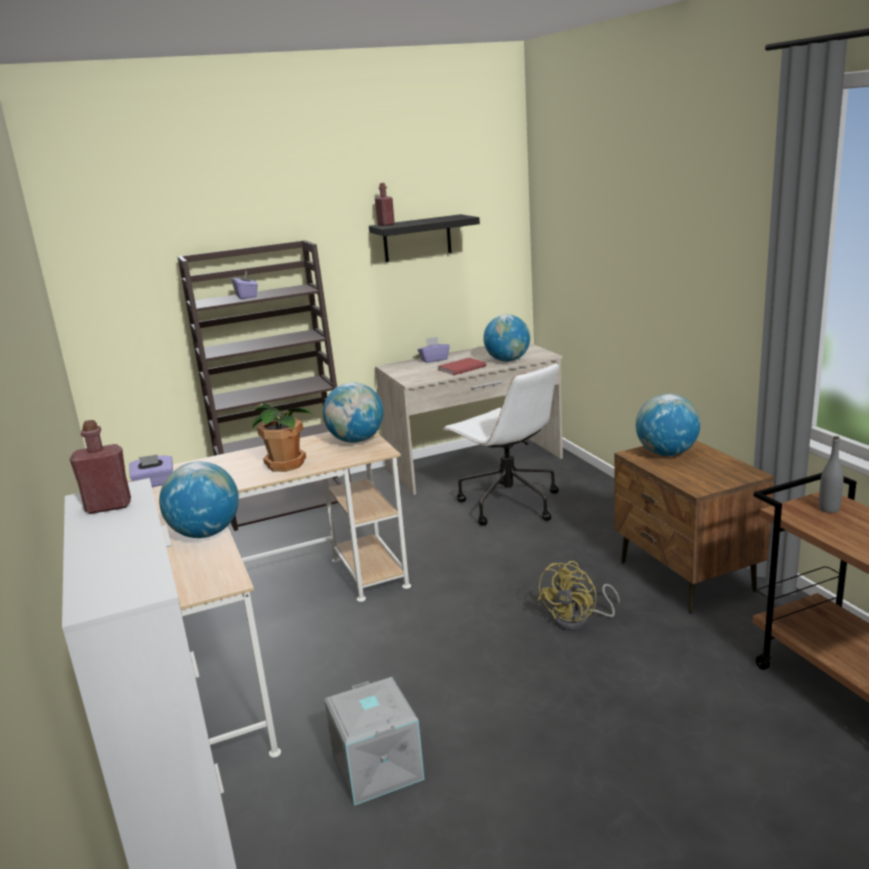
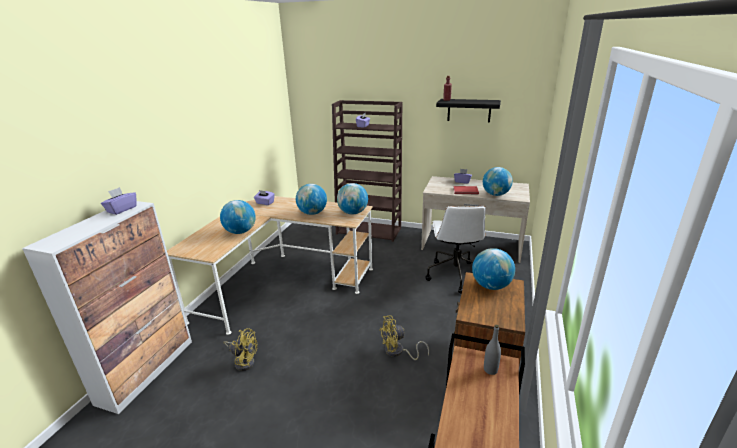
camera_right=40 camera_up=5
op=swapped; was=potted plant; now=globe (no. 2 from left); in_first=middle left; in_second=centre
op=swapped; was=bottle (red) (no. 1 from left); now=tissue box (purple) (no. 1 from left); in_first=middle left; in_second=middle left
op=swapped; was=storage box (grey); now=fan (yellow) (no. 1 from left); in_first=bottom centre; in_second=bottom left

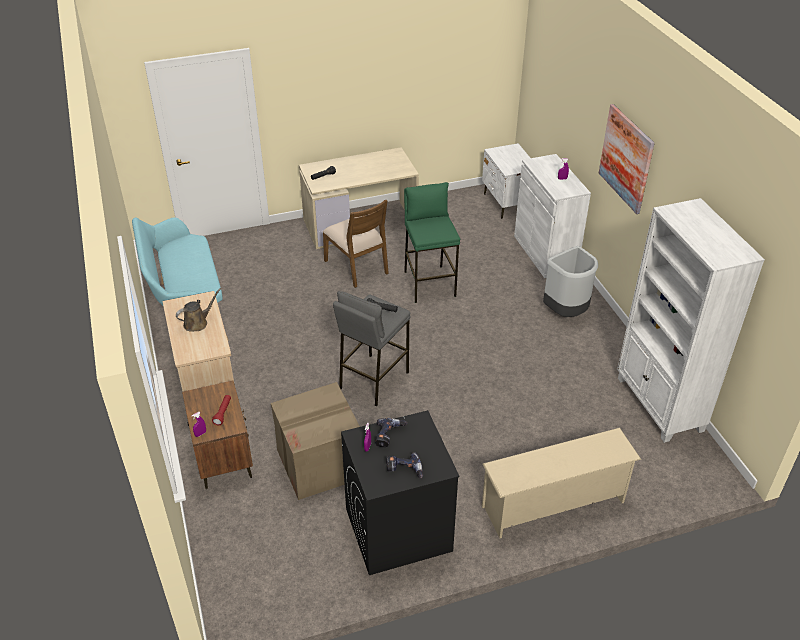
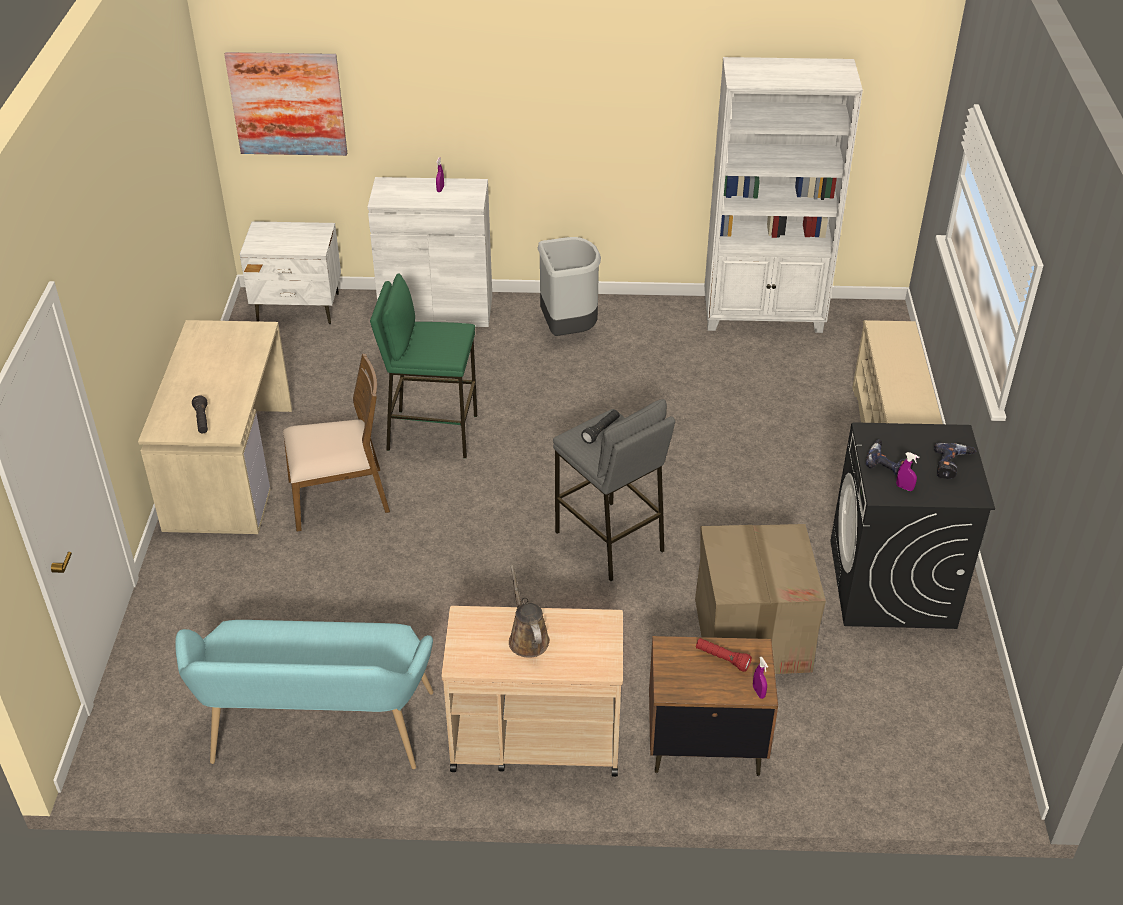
camera_right=-70 camera_up=0
op=shifted; was=picture; in_first=top right; in_second=top left

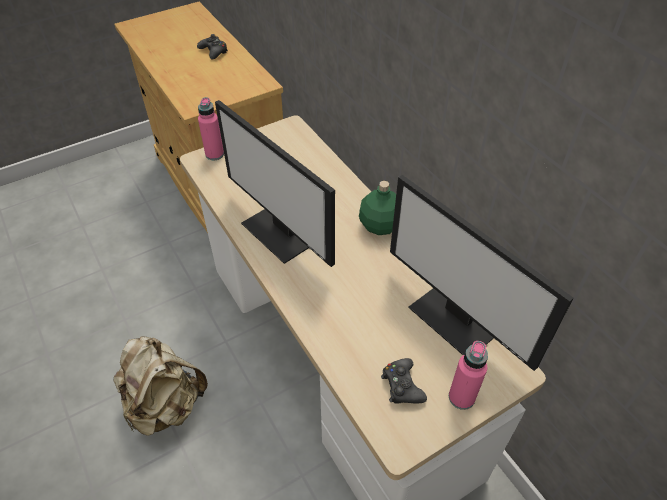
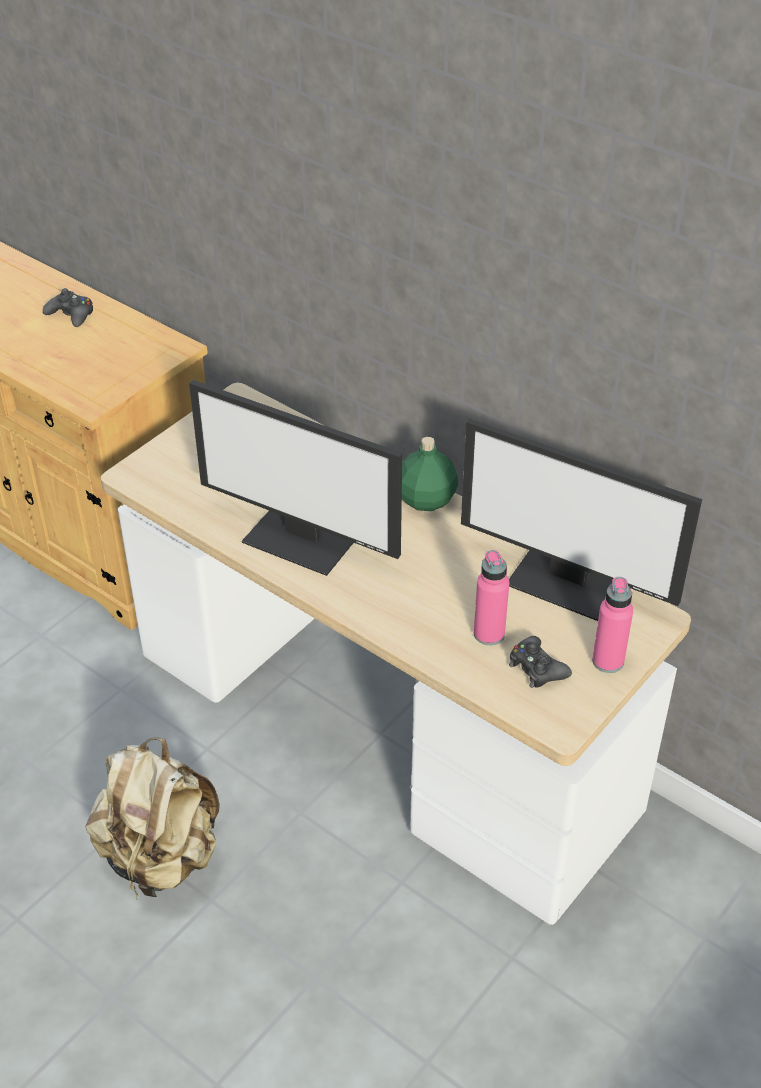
camera_right=-20 camera_up=-5
op=shifted; was=bottle (pink) (no. 1 from left); in_first=top left; in_second=centre

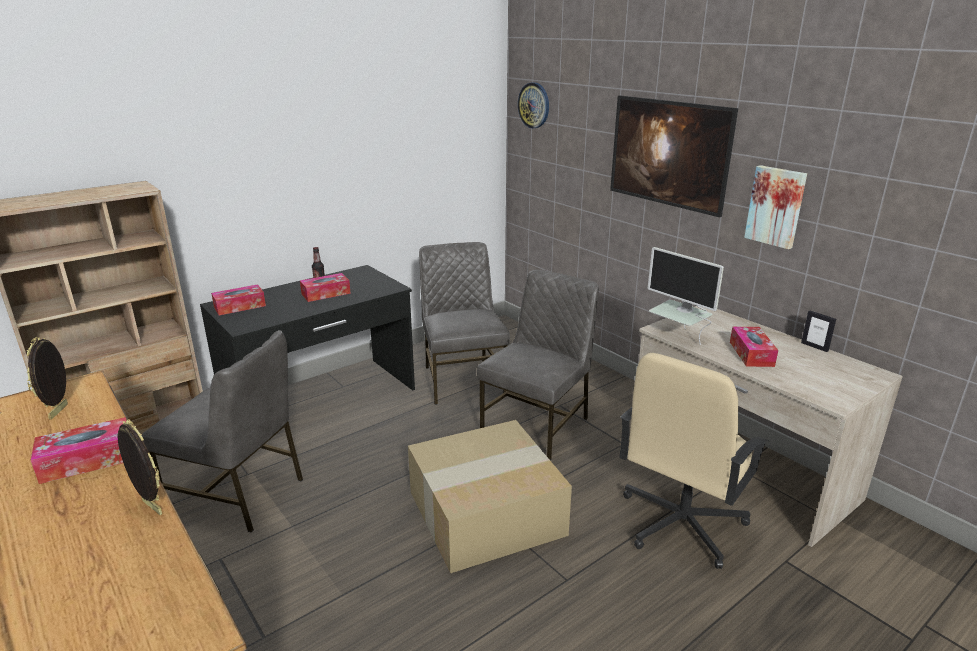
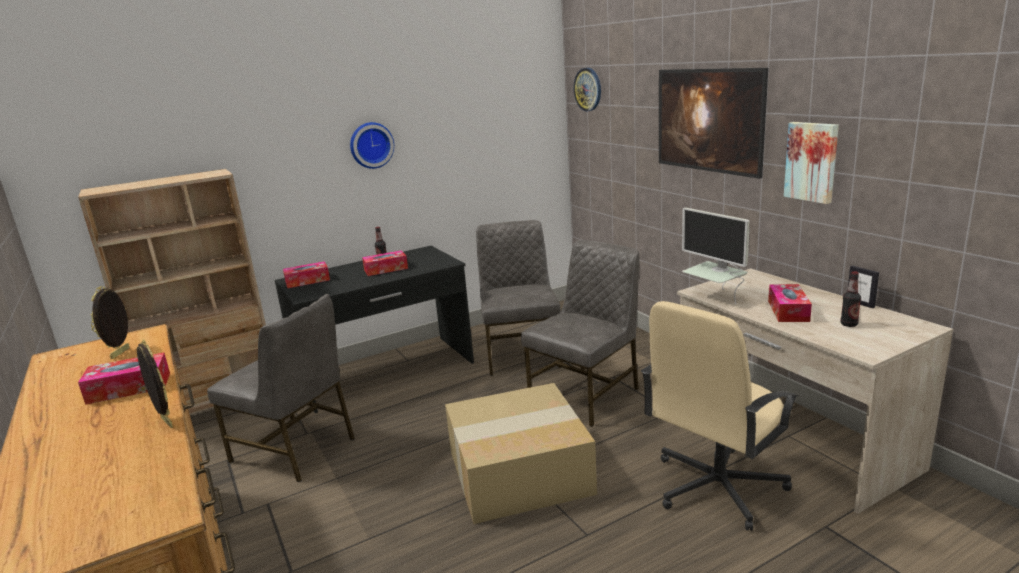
camera_right=10 camera_up=-5
op=new; now=wall clock (no. 1 from left); in_second=top centre
op=new; now=bottle (no. 2 from left); in_second=middle right

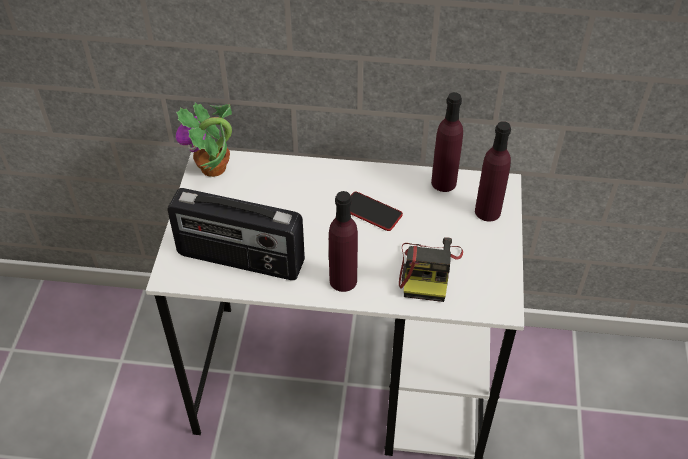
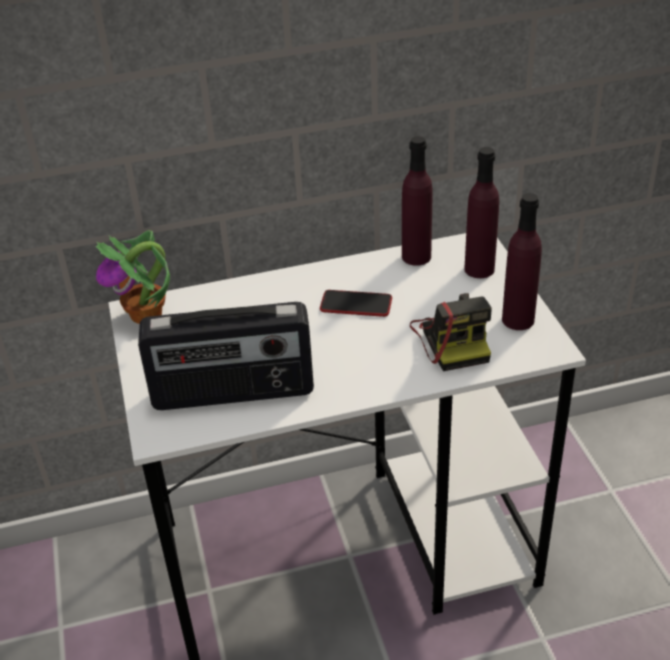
camera_right=-20 camera_up=-10
op=shifted; was=bottle (purple) (no. 1 from left in the first image); now=bottle (purple) (no. 3 from left); in_first=centre; in_second=middle right

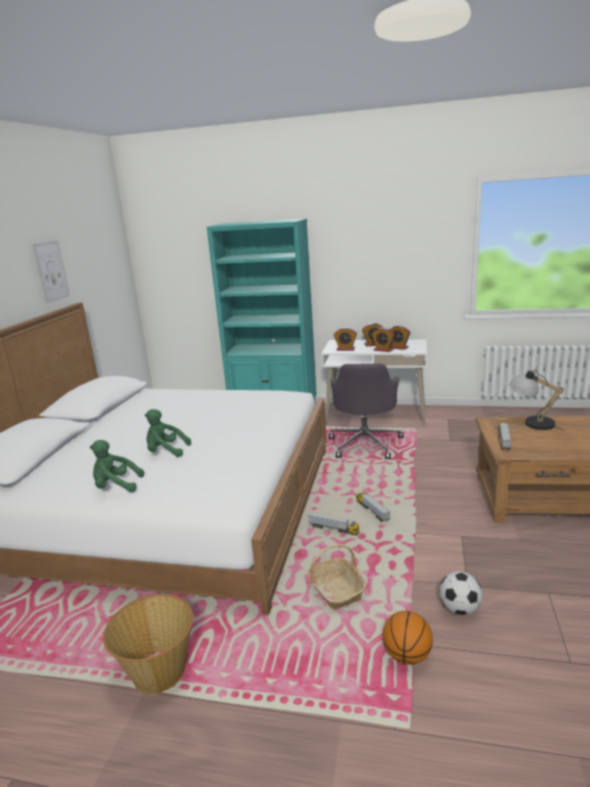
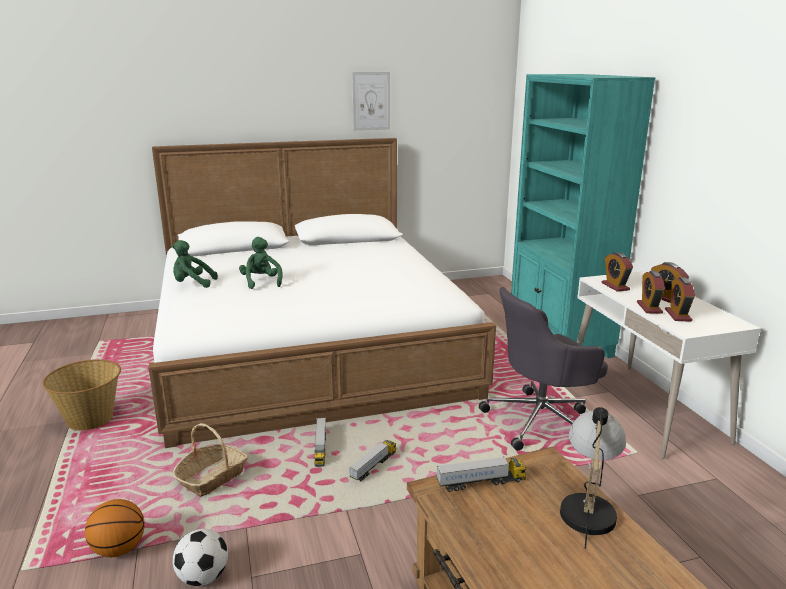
camera_right=60 camera_up=0
op=rotated; was=plush toy (green) (no. 1 from left); in_first=middle left; in_second=middle left; clockwise=-60

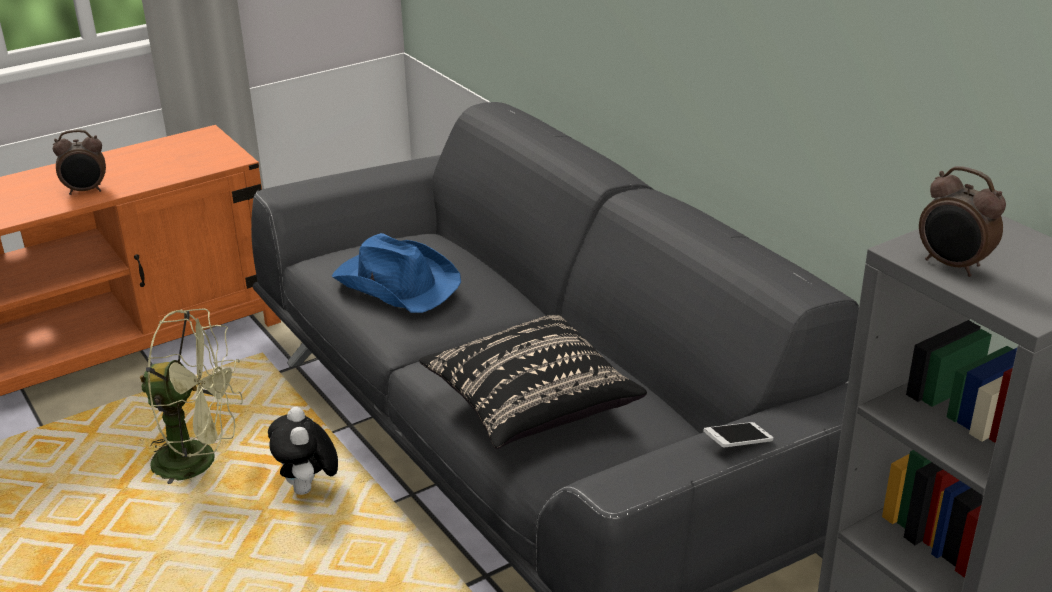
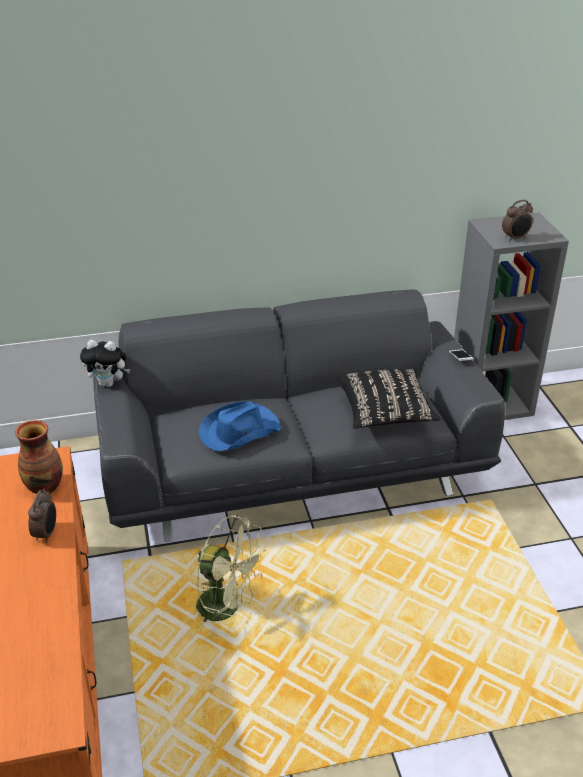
camera_right=-70 camera_up=5
op=rotated; was=fan (green); in_first=bottom left; in_second=bottom centre; clockwise=90
op=shifted; was=plush toy; in_first=bottom left; in_second=middle left
op=new; now=vase; in_second=middle left

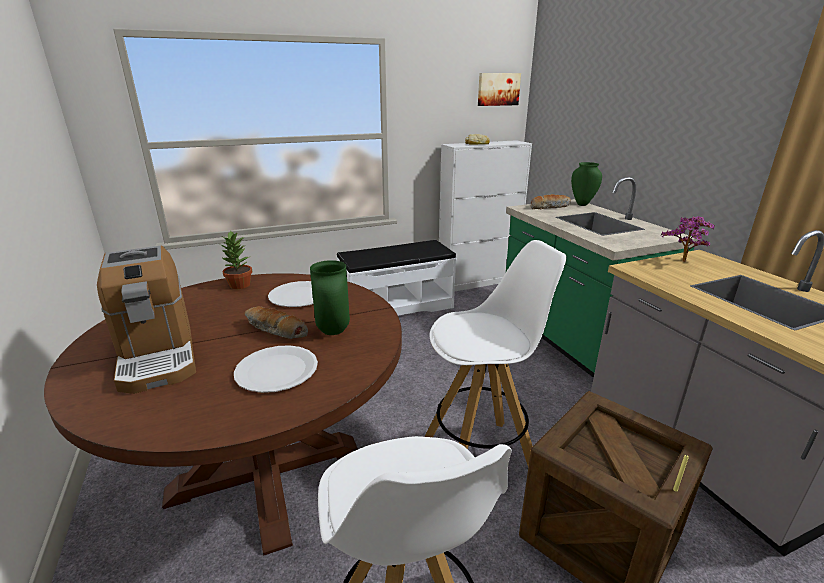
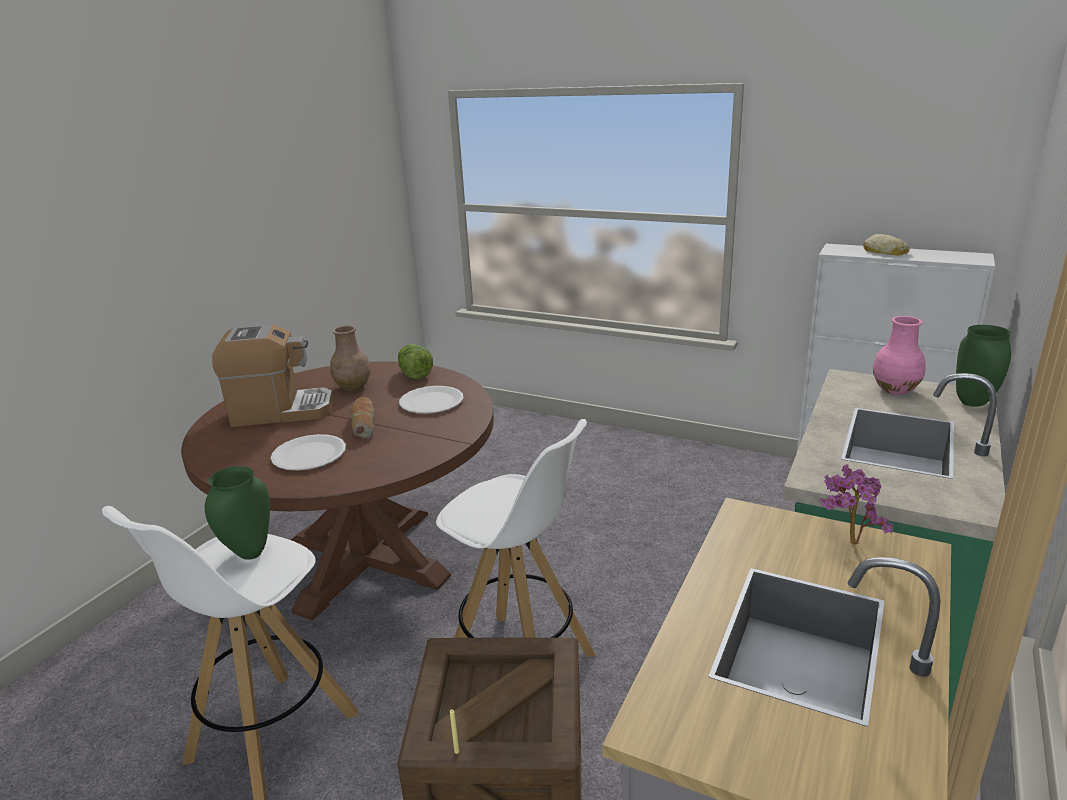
camera_right=50 camera_up=0
op=gone; was=picture; in_first=top centre
op=swapped; was=bread (no. 3 from left); now=vase (pink); in_first=middle right; in_second=middle right
op=swapped; was=potted plant (no. 1 from left); now=lettuce; in_first=middle left; in_second=centre
op=gone; was=bench (white); in_first=centre
op=rotated; was=coffee machine; in_first=middle left; in_second=middle left; clockwise=-120
op=shifted; was=vase (green) (no. 1 from left); in_first=centre; in_second=middle left
op=new; now=vase (brown); in_second=middle left

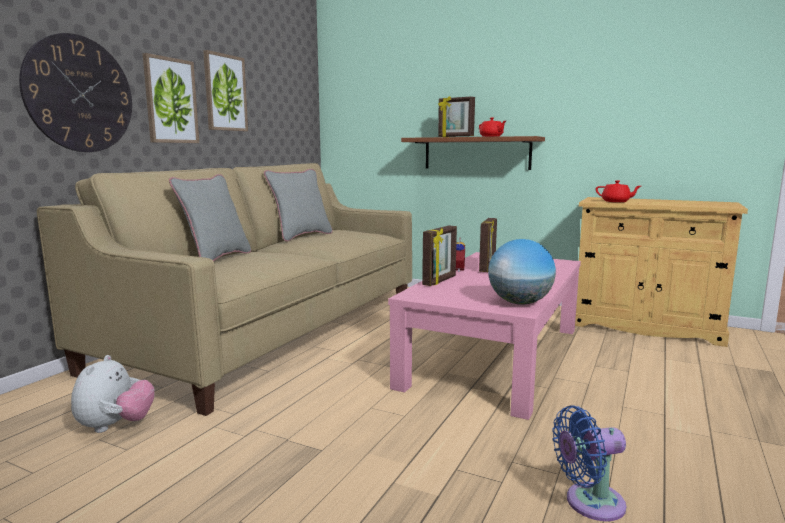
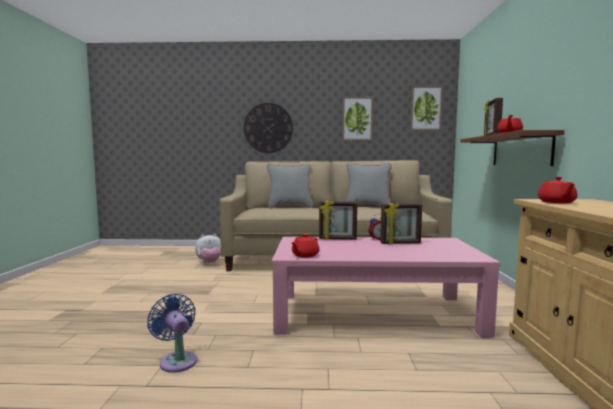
camera_right=65 camera_up=-5
op=shifted; was=picture (no. 1 from left in the first image); now=picture (no. 2 from left); in_first=top left; in_second=top right
op=swapped; was=globe; now=teapot (red) (no. 1 from left); in_first=centre; in_second=centre

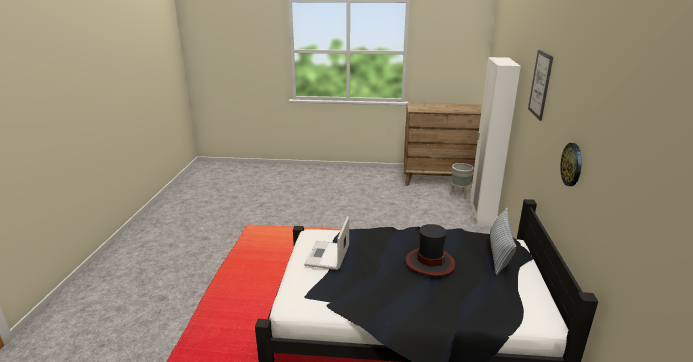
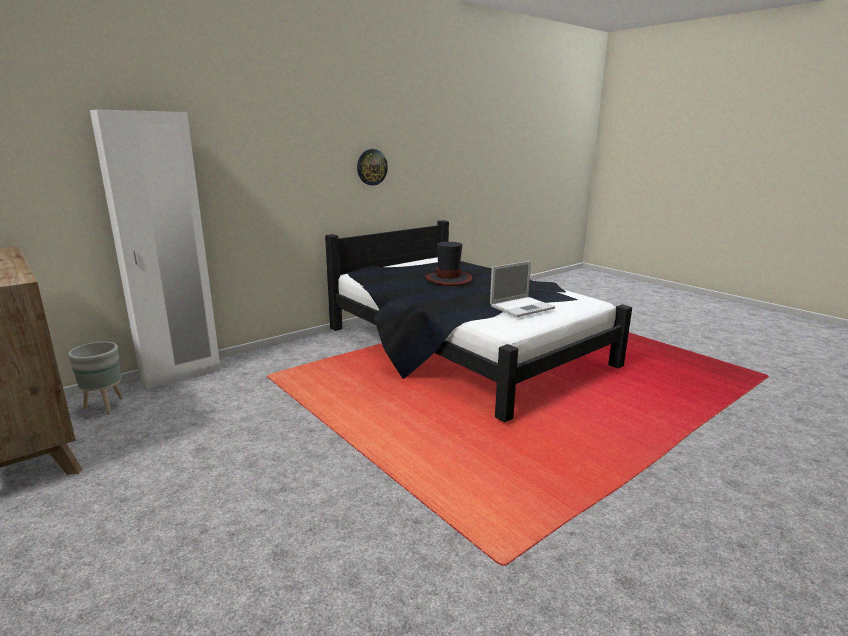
camera_right=-135 camera_up=-5
op=gone; was=picture; in_first=top right
op=gone; was=pillow; in_first=middle right

